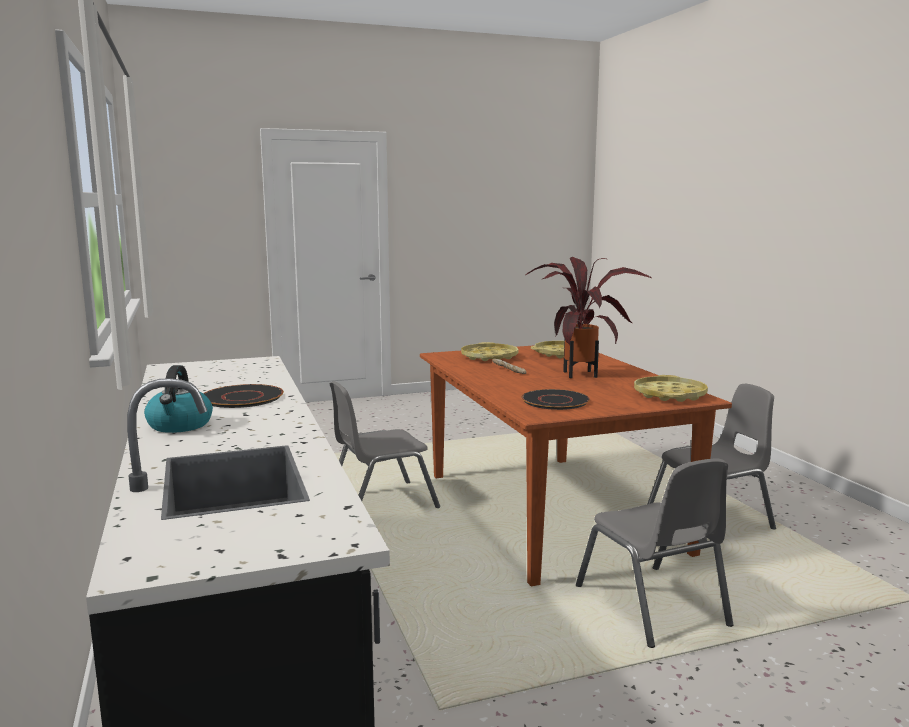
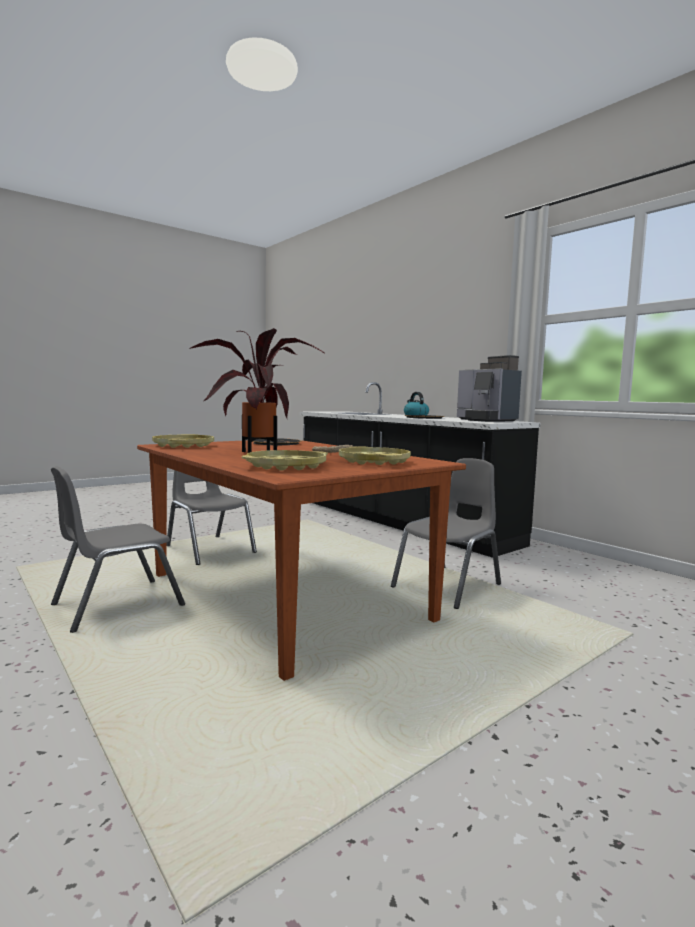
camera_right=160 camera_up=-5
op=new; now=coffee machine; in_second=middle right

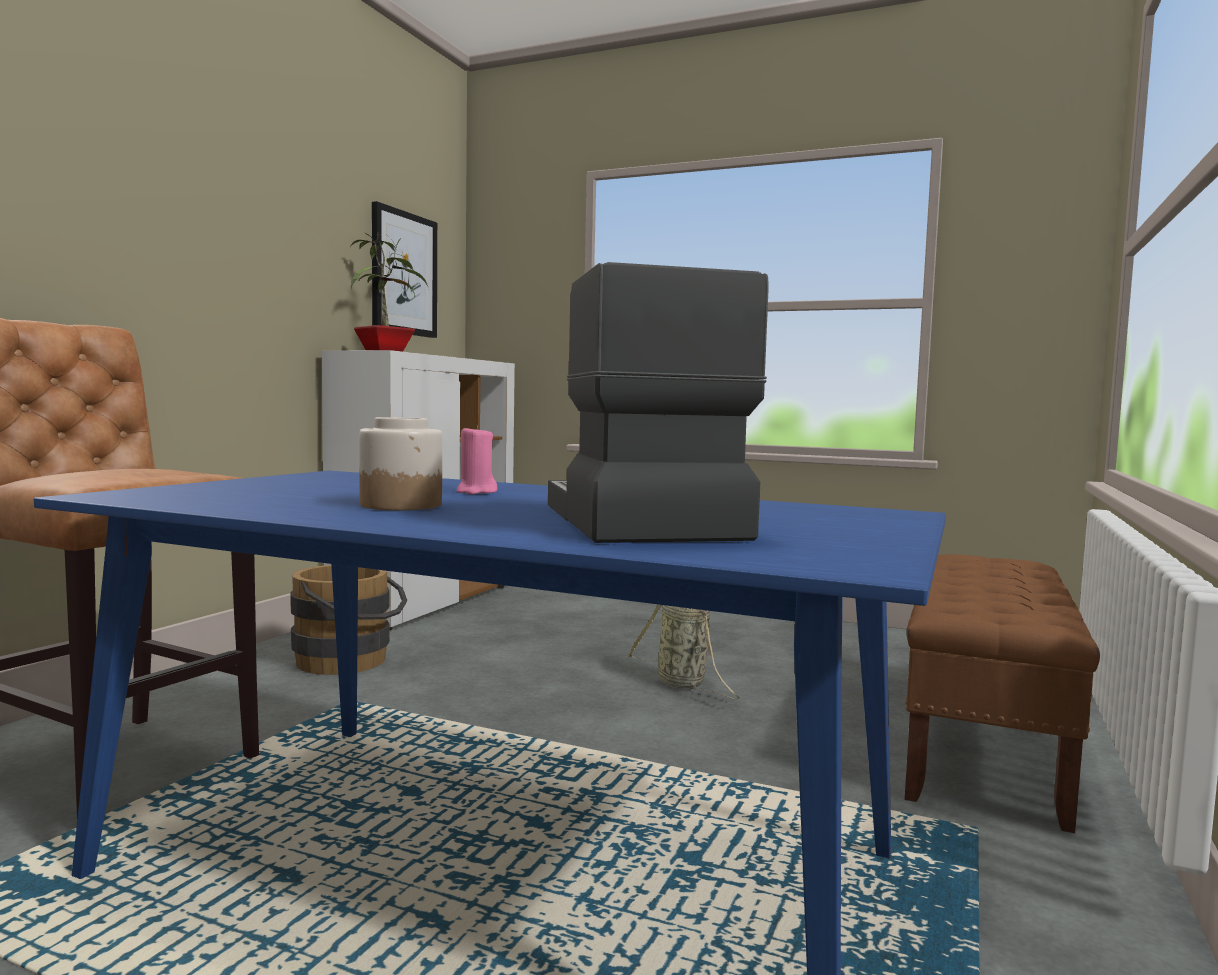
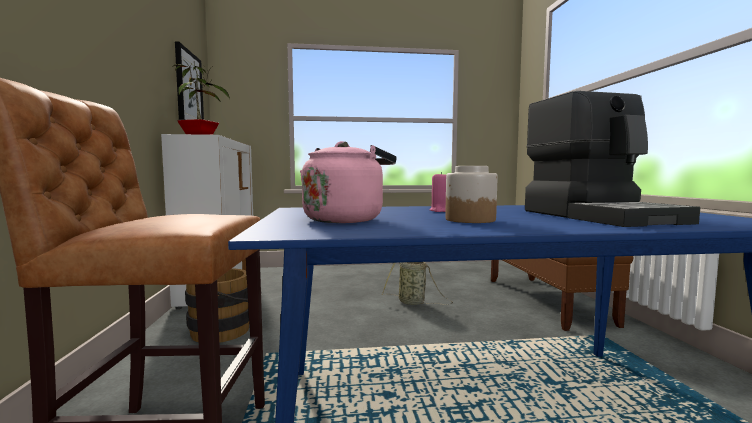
camera_right=-30 camera_up=0
op=rotated; was=coffee machine; in_first=centre; in_second=middle right; clockwise=-150
op=new; now=kettle (pink); in_second=centre

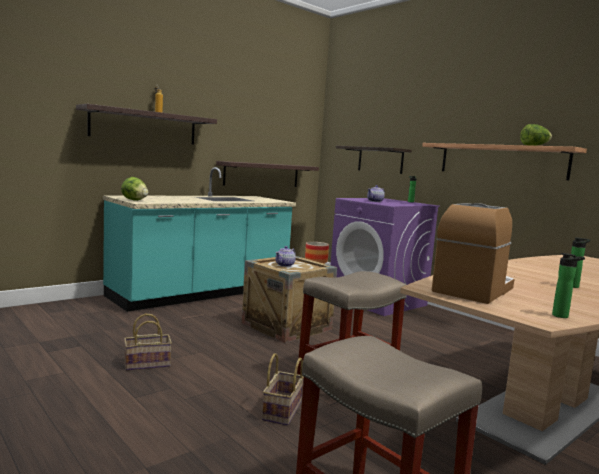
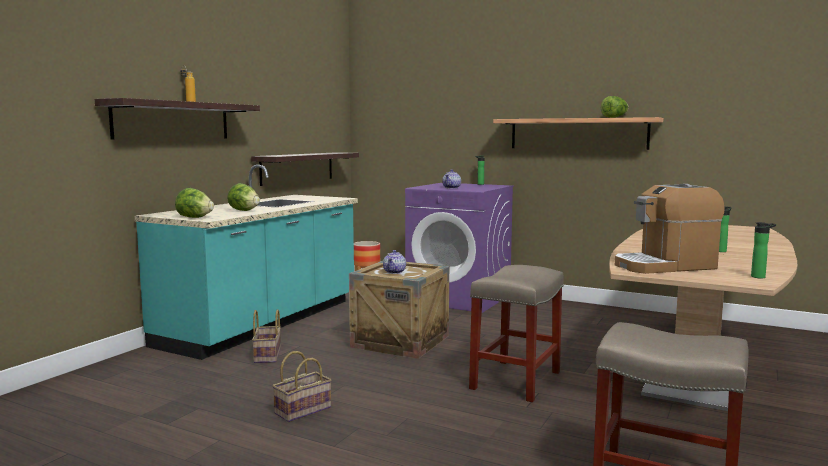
camera_right=-20 camera_up=0
op=gone; was=shelf (no. 3 from left); in_first=centre
op=rotated; was=coffee machine; in_first=middle right; in_second=middle right; clockwise=-120
op=shifted; was=basket (no. 2 from left in the first image); now=basket (no. 1 from left); in_first=bottom centre; in_second=bottom left
op=new; now=lettuce (no. 2 from left); in_second=middle left

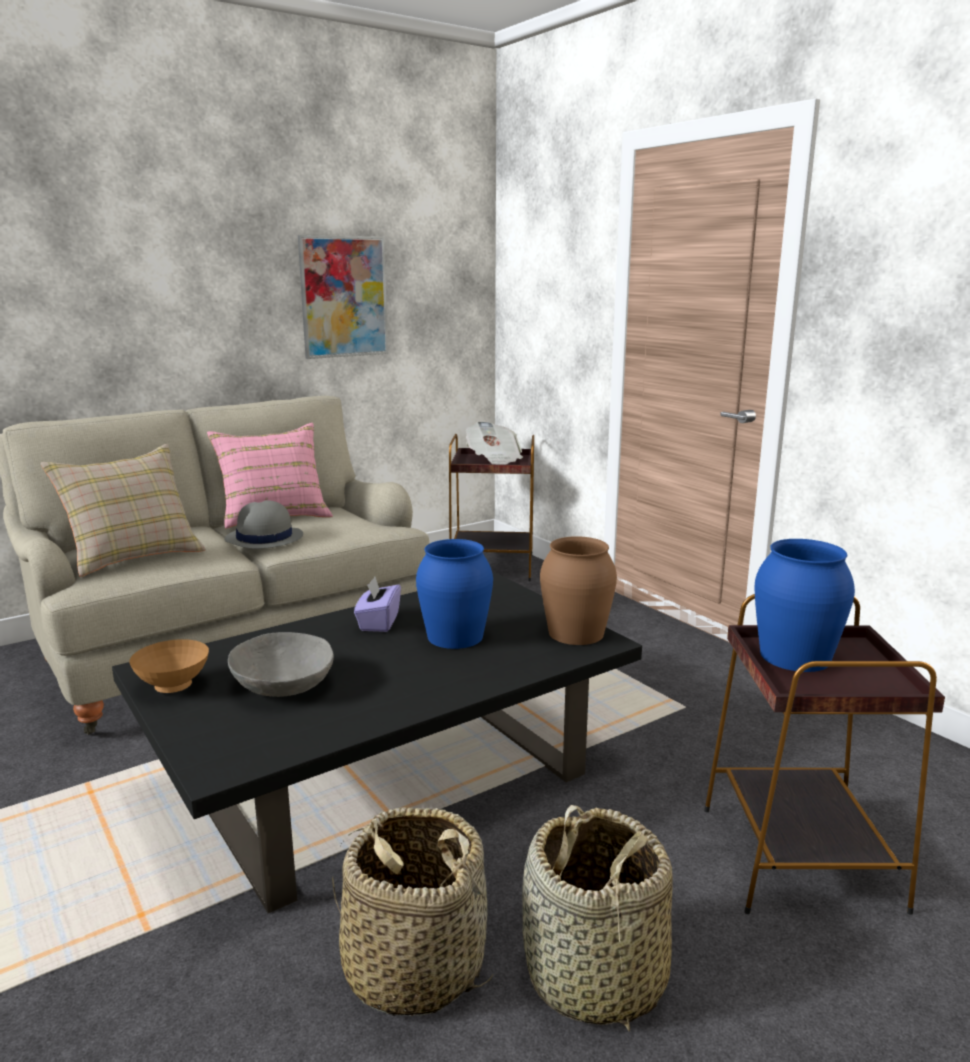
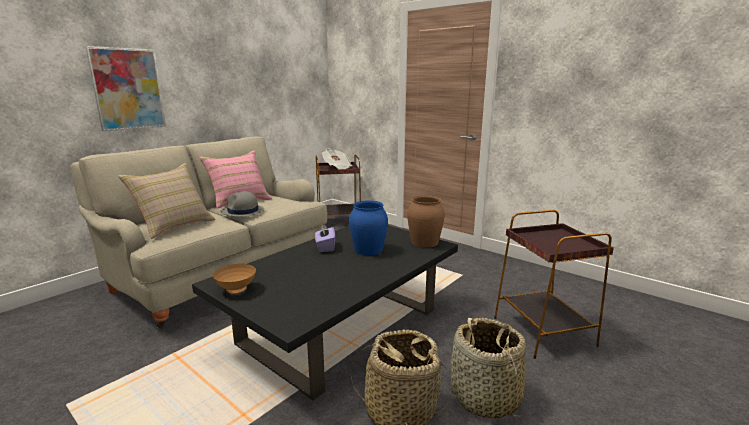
camera_right=-15 camera_up=0
op=shifted; was=picture; in_first=top centre; in_second=top left
op=gone; was=vase (blue) (no. 2 from left); in_first=middle right
op=gone; was=bowl (grey); in_first=middle left

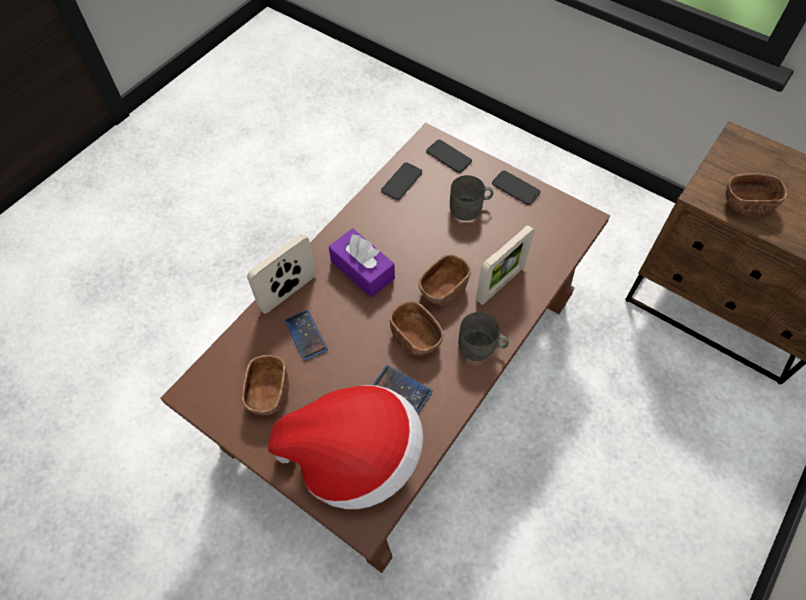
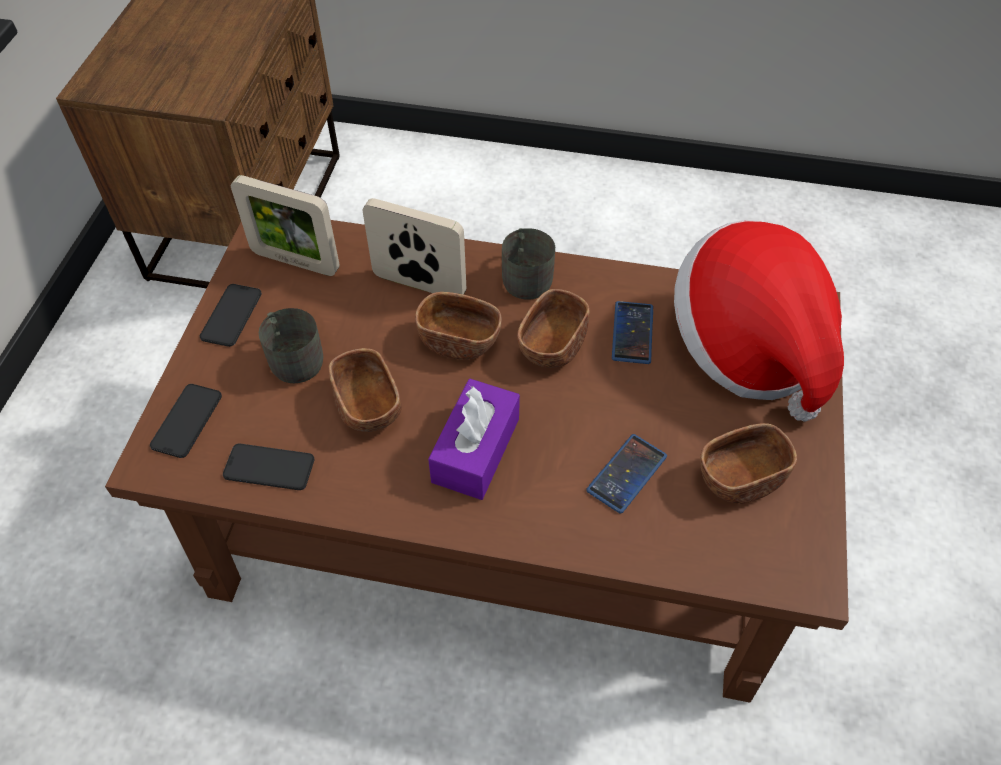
camera_right=-115 camera_up=-5
op=shifted; was=bowl (brown) (no. 4 from left in the first image); now=bowl (brown) (no. 1 from left); in_first=top right; in_second=centre
op=shifted; was=picture frame (no. 1 from left); in_first=centre; in_second=top left

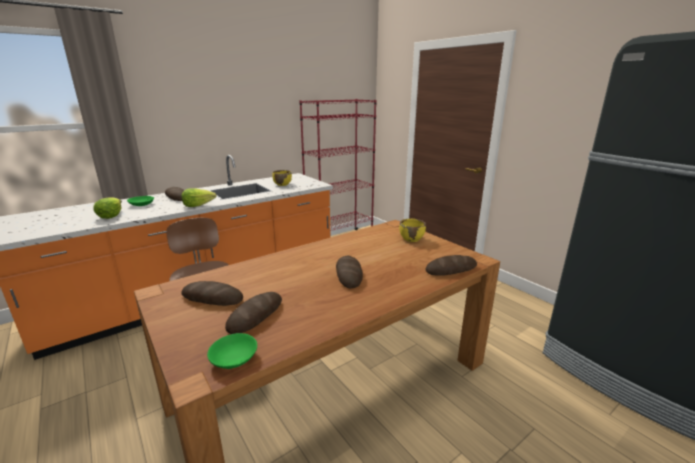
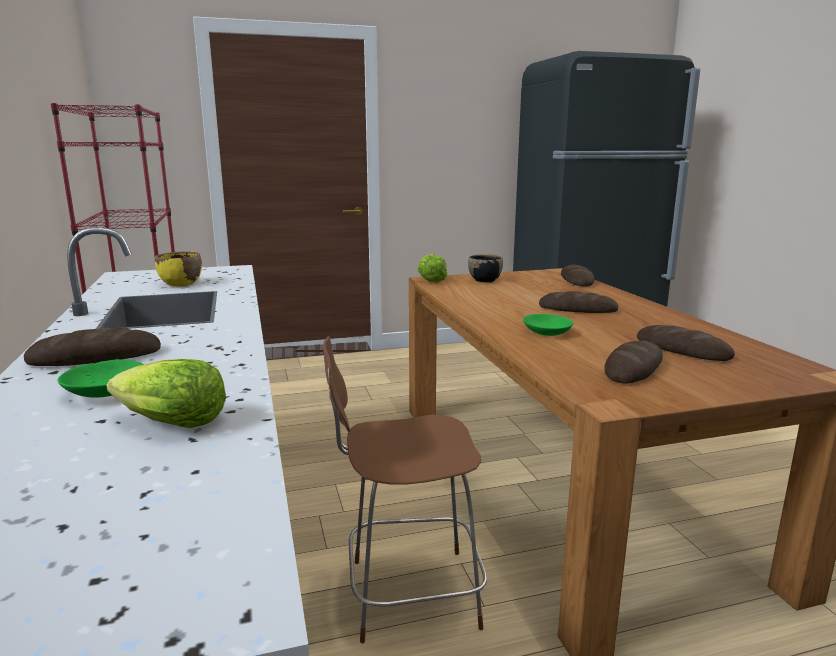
camera_right=-70 camera_up=-5
op=shifted; was=lettuce (no. 2 from left); in_first=middle left; in_second=centre
op=repainted; was=bowl (yellow) (no. 2 from left); now=bowl (black); in_first=centre; in_second=centre
op=shifted; was=bowl (green) (no. 2 from left); in_first=bottom centre; in_second=centre

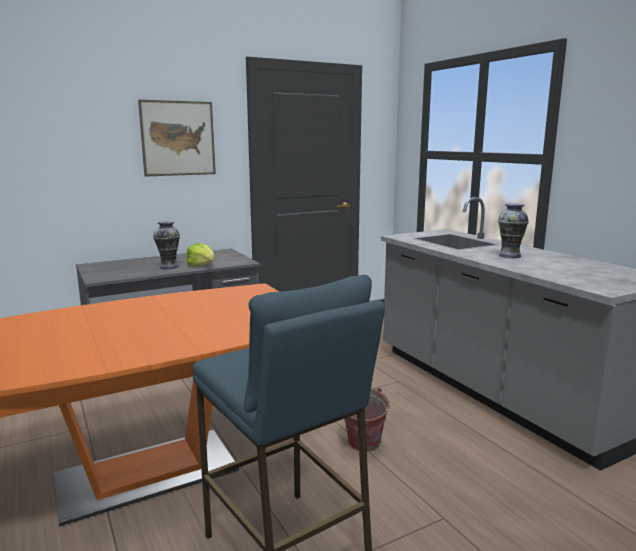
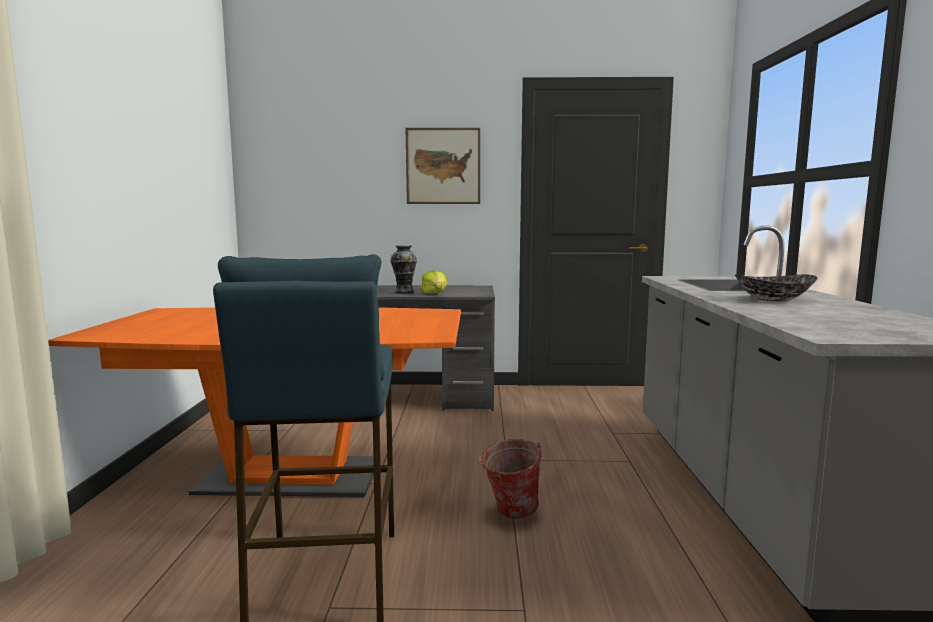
camera_right=30 camera_up=-5
op=swapped; was=vase (no. 2 from left); now=bowl; in_first=middle right; in_second=middle right

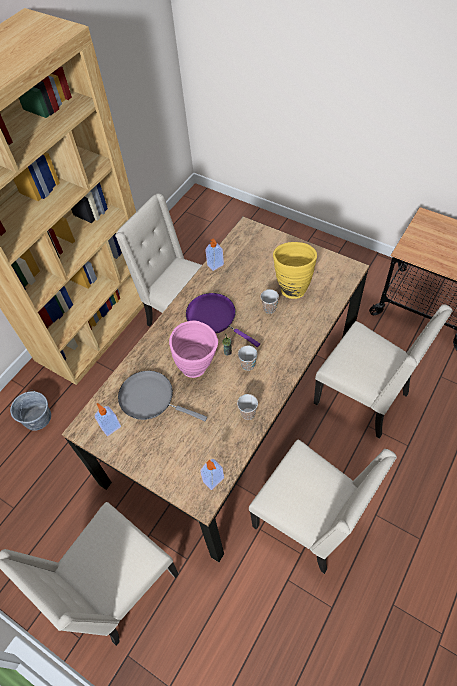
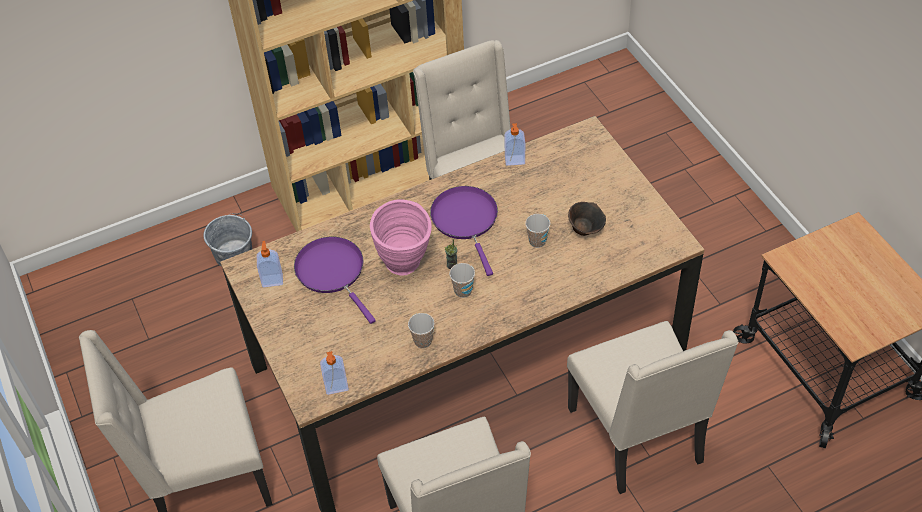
camera_right=30 camera_up=-5
op=swapped; was=vase (yellow); now=bowl (brown); in_first=centre; in_second=centre
op=repainted; was=frying pan (grey); now=frying pan (purple) (no. 1 from left); in_first=centre; in_second=centre

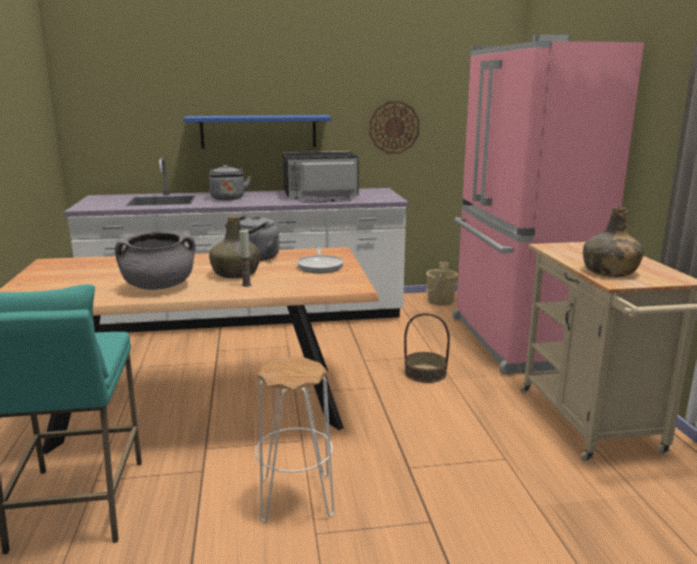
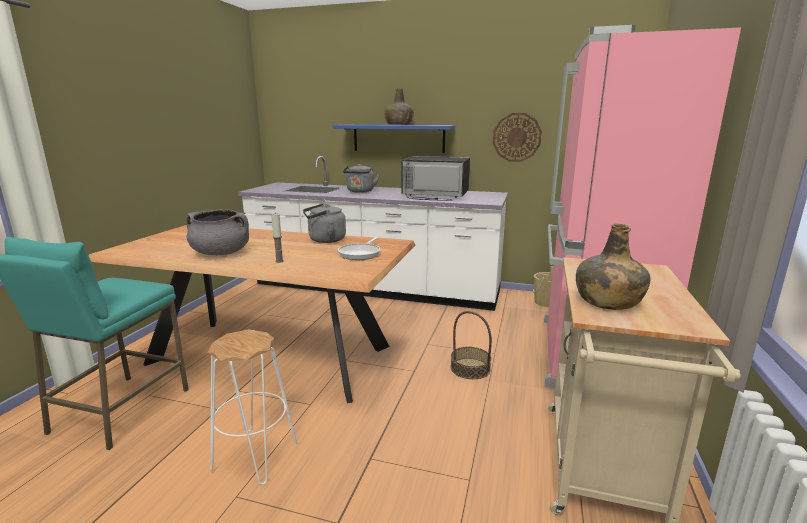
camera_right=25 camera_up=0
op=shifted; was=bottle (green) (no. 1 from left); in_first=centre; in_second=top centre

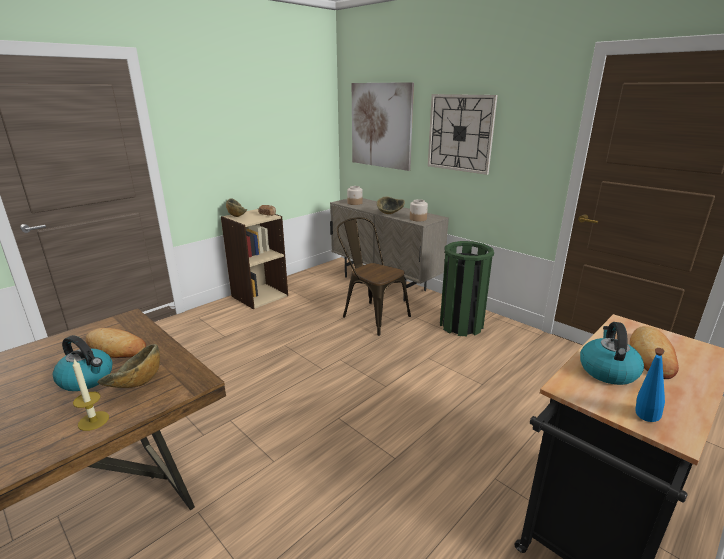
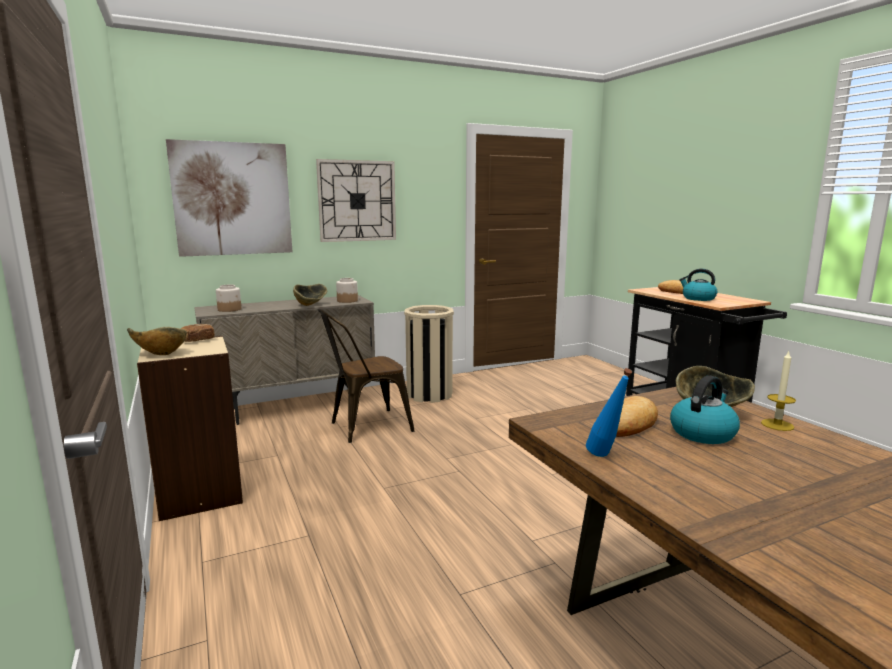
camera_right=-70 camera_up=-10
op=repainted; was=trash can (green); now=trash can (beige); in_first=centre; in_second=centre
op=shifted; was=bottle (blue); in_first=bottom right; in_second=middle right

